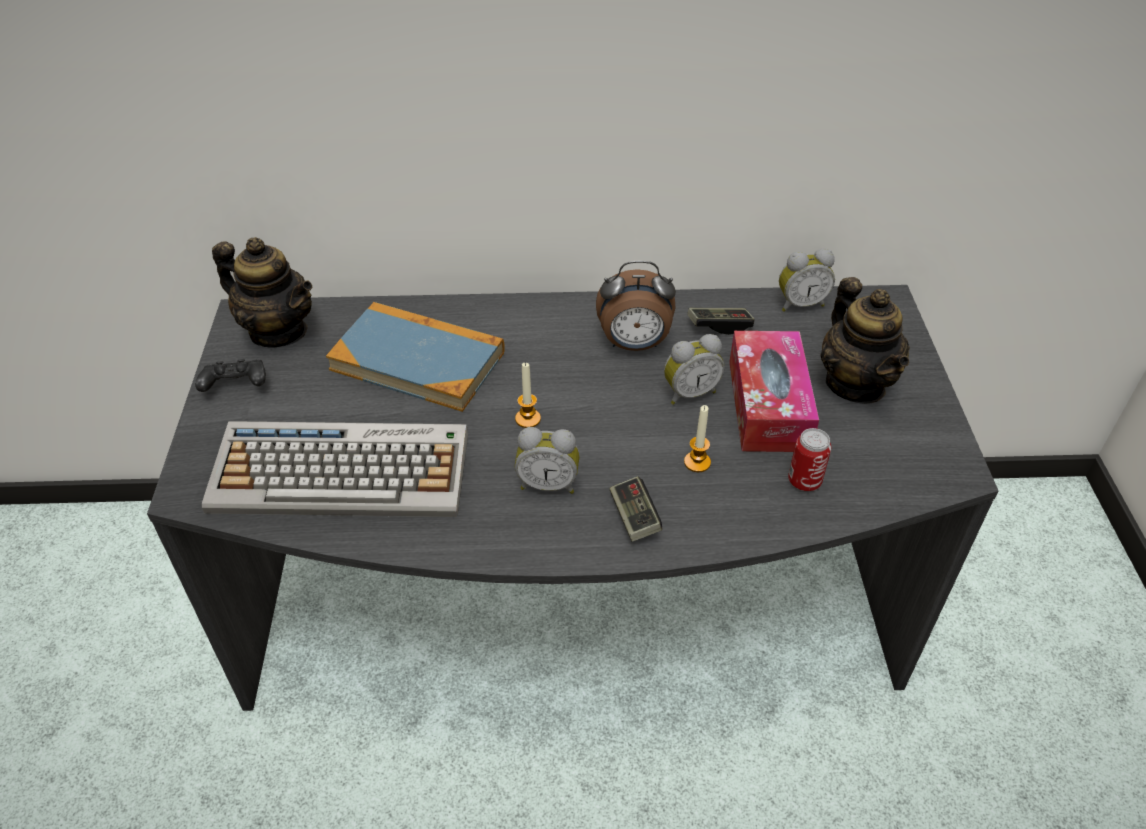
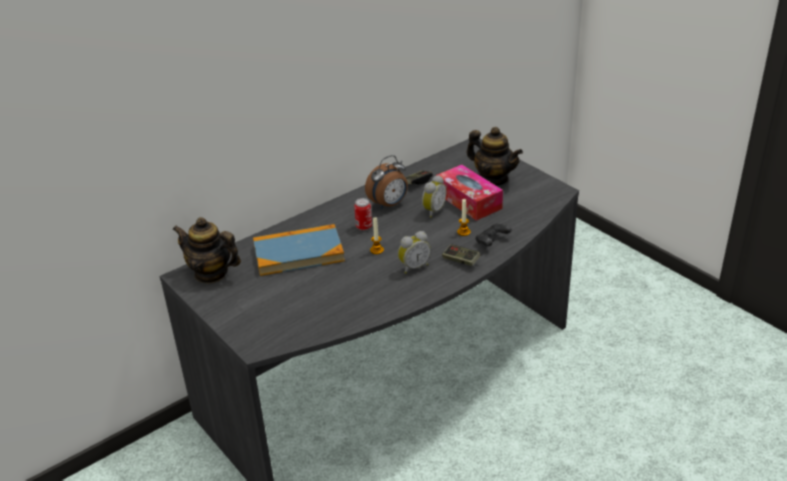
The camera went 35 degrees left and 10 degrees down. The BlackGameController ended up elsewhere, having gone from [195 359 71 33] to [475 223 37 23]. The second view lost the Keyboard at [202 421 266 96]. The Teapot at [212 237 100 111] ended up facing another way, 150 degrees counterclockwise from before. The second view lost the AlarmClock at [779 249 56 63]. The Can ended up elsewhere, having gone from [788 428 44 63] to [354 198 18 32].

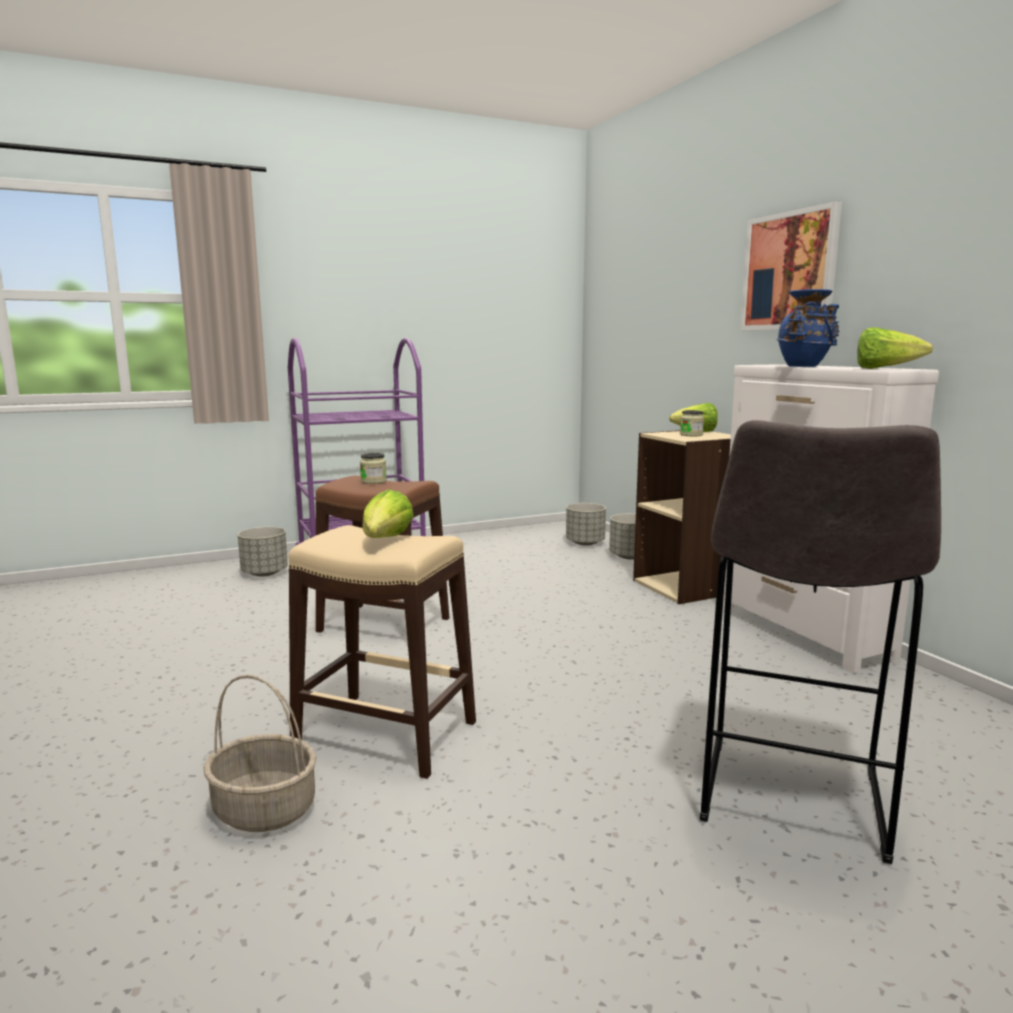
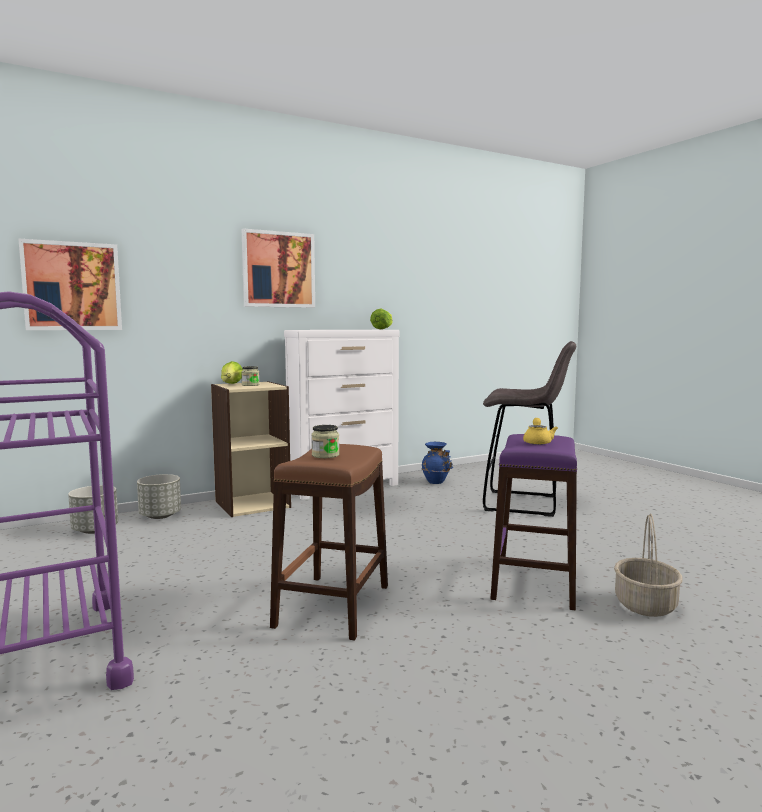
The camera went 95 degrees left and 5 degrees down. The second view lost the GreyPlanter at [238 527 50 49]. What was the BeigeStool at [288 525 188 254] turned into the PurpleStool at [491 434 86 176]. Where the Lettuce stood at [362 490 52 48], the YellowTeapot came to stand at [523 418 35 27]. The BlueVase ended up elsewhere, having gone from [777 289 62 78] to [422 442 32 42]. The second view gained the Picture at [18 238 104 92].

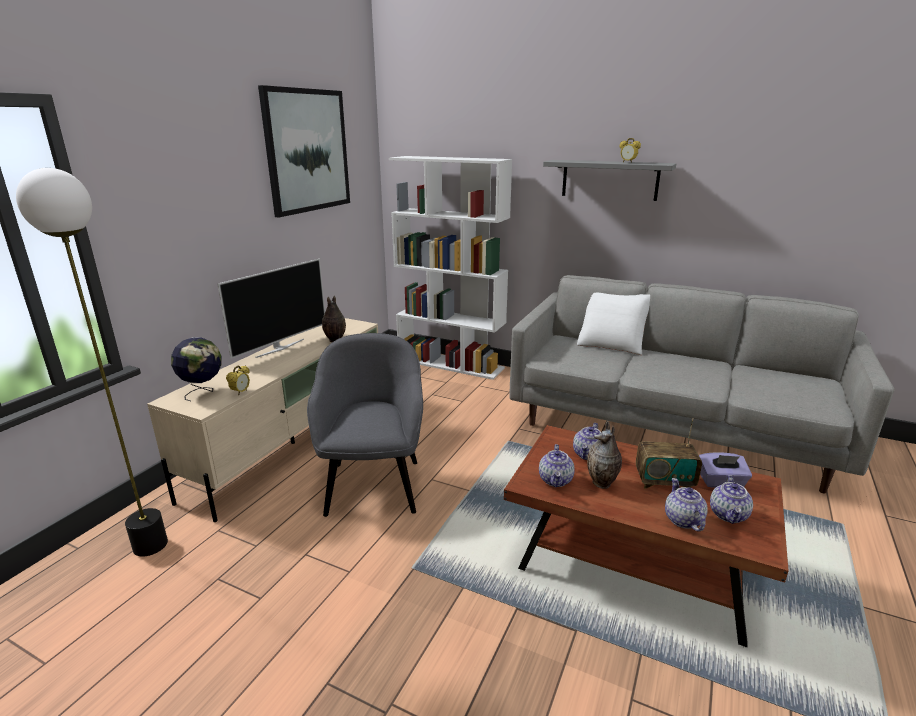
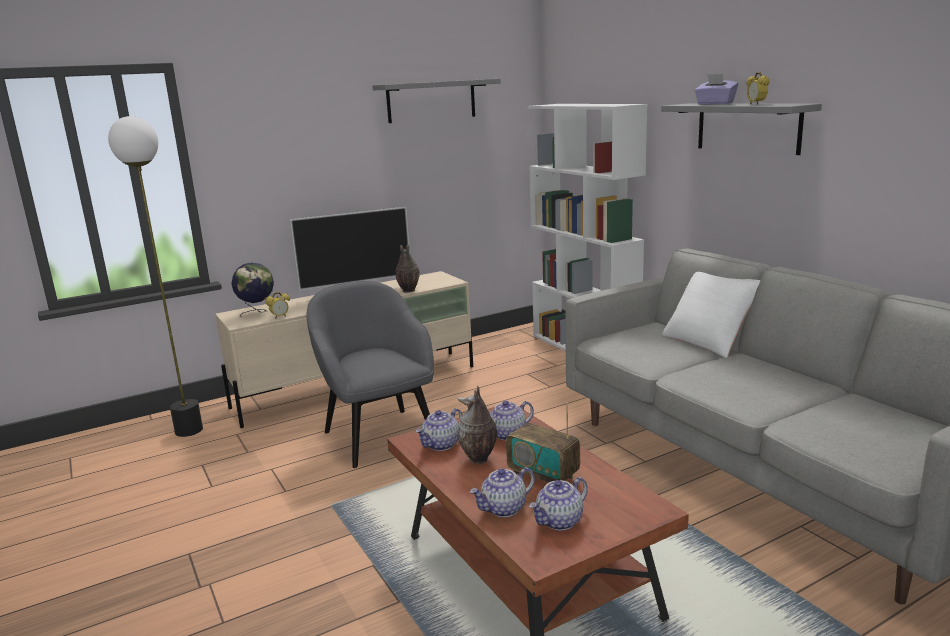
The camera went 35 degrees right and 5 degrees down. Where the Picture hung at [258 85 92 132], the GreyShelf came to hang at [372 79 129 44]. The GreyArmchair at [307 333 116 184] ended up facing another way, 60 degrees counterclockwise from before. The Teapot at [665 478 43 54] ended up facing another way, 150 degrees counterclockwise from before. The PurpleTissueBox ended up elsewhere, having gone from [699 452 53 36] to [695 74 43 31].

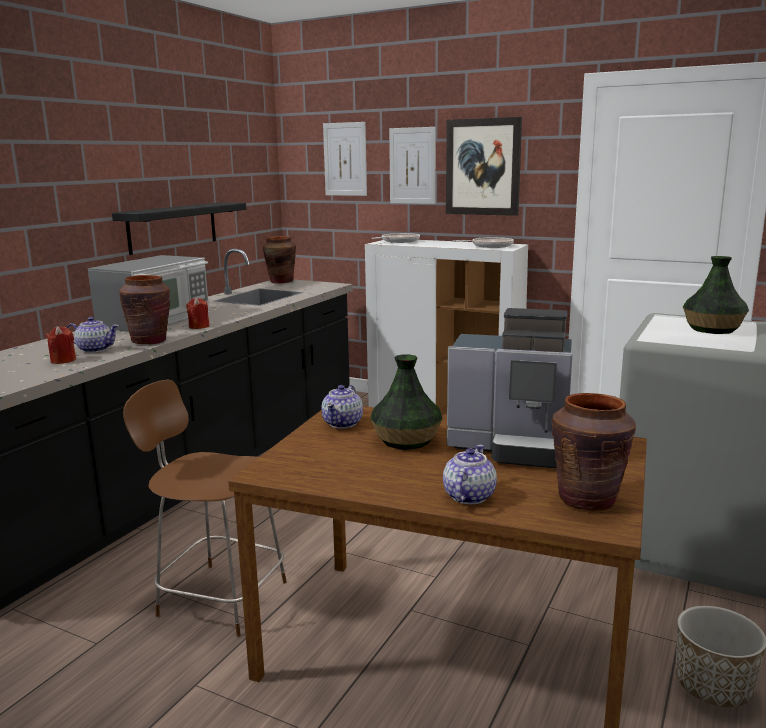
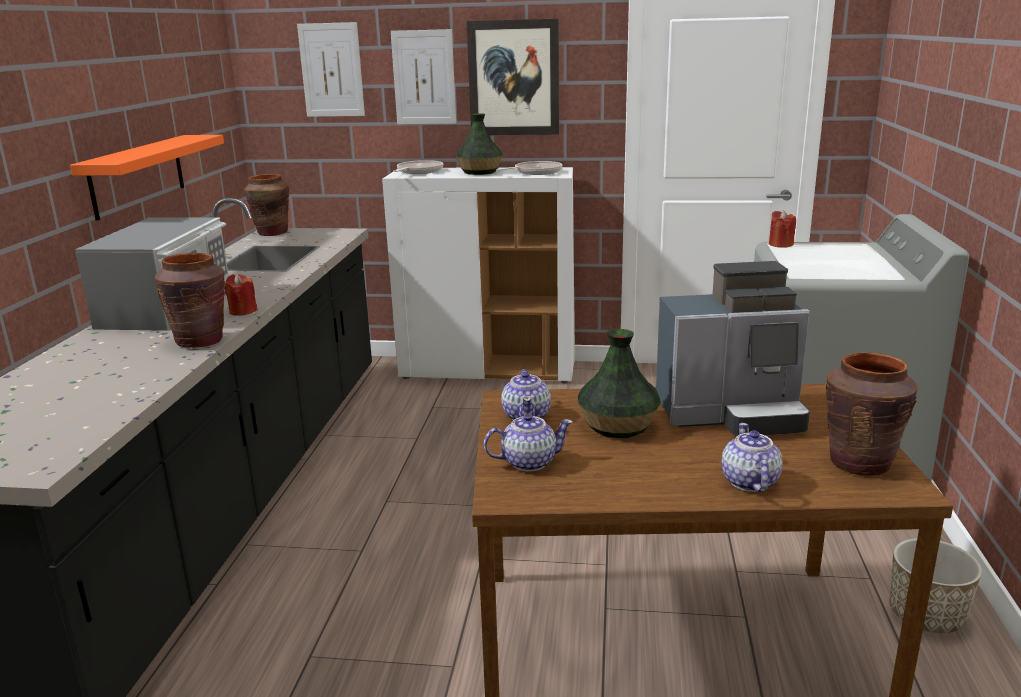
The camera went 20 degrees left and 5 degrees up. The RedCandle ended up elsewhere, having gone from [46 326 30 38] to [769 210 27 37]. The Teapot ended up elsewhere, having gone from [67 317 52 36] to [484 414 89 57]. What was the BlackShelf at [112 202 134 53] turned into the OrangeShelf at [70 135 154 85]. The second view lost the BrownChair at [123 380 164 257]. The Vase ended up elsewhere, having gone from [683 256 66 78] to [456 113 47 62].

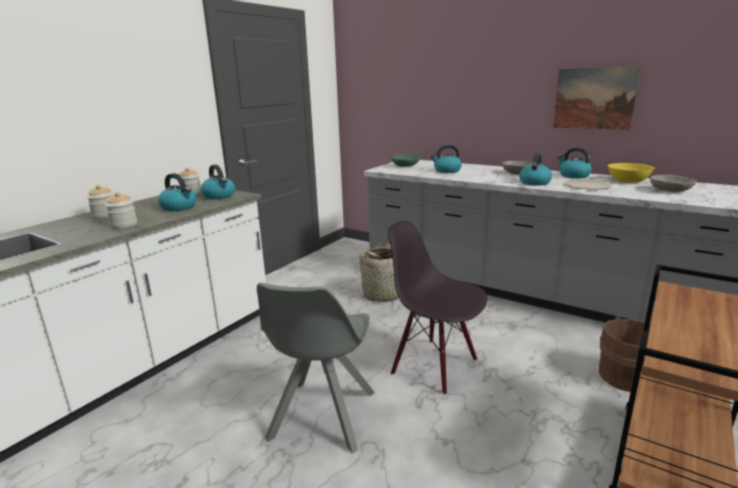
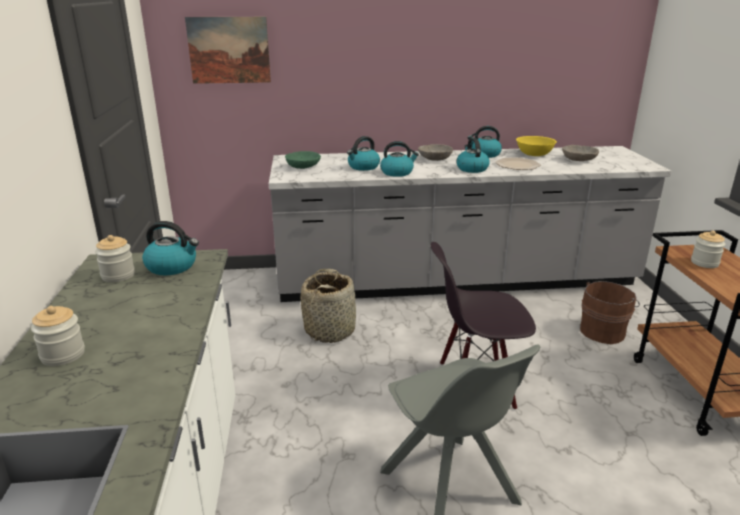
The camera went 40 degrees left and 5 degrees up. The Jar ended up elsewhere, having gone from [105 192 32 37] to [691 231 34 37]. The Kettle ended up elsewhere, having gone from [158 173 39 38] to [380 141 39 36]. The Picture ended up elsewhere, having gone from [553 67 88 63] to [185 17 86 67].

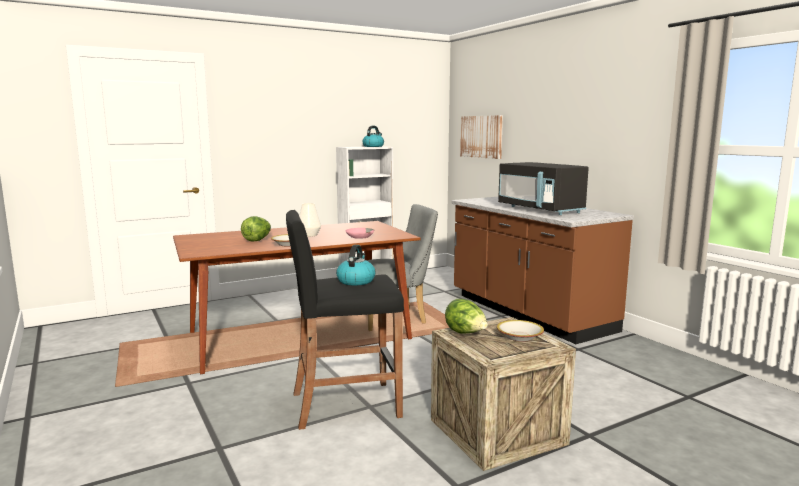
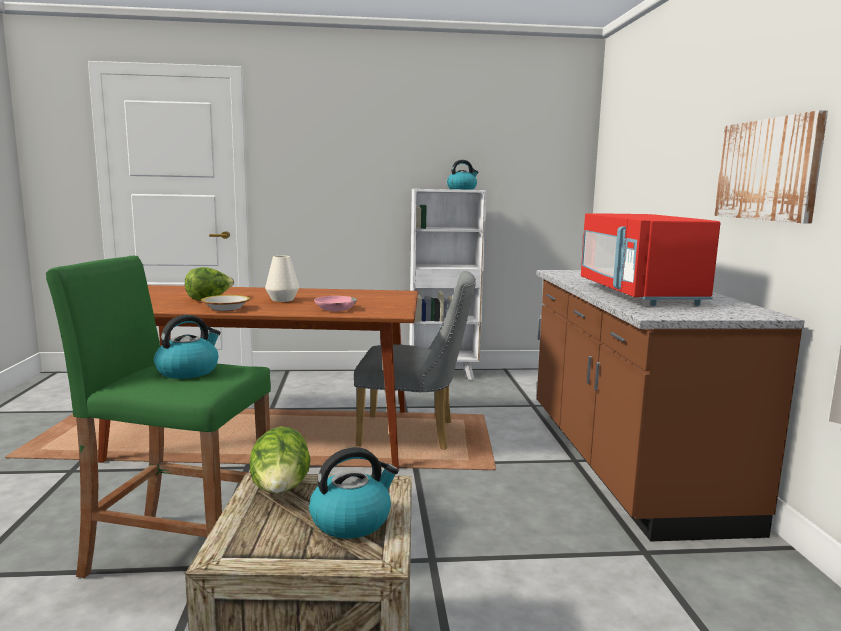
The camera went 25 degrees right and 0 degrees up. What was the BlackStool at [286 210 118 220] turned into the GreenStool at [46 256 225 322]. The Picture ended up elsewhere, having gone from [460 115 43 44] to [714 110 114 114]. Where the Bowl stood at [497 320 47 22], the Kettle came to stand at [309 447 90 92]. What was the BlackMicrowave at [498 162 91 53] turned into the RedMicrowave at [581 213 139 93].

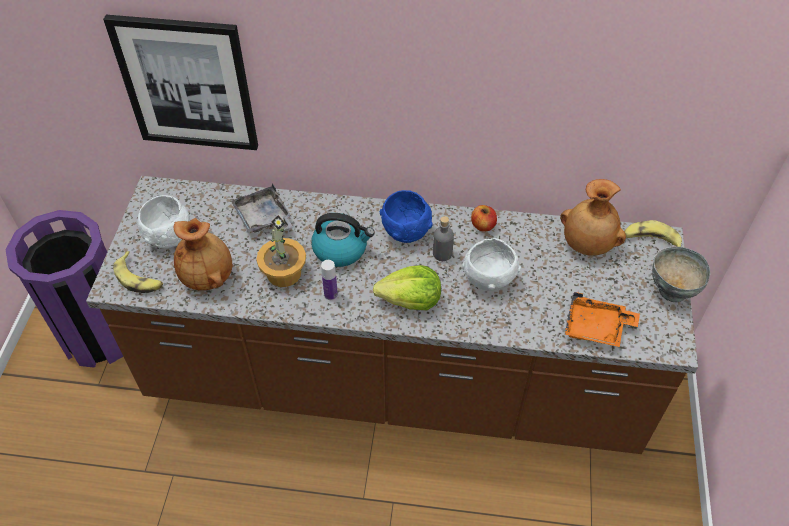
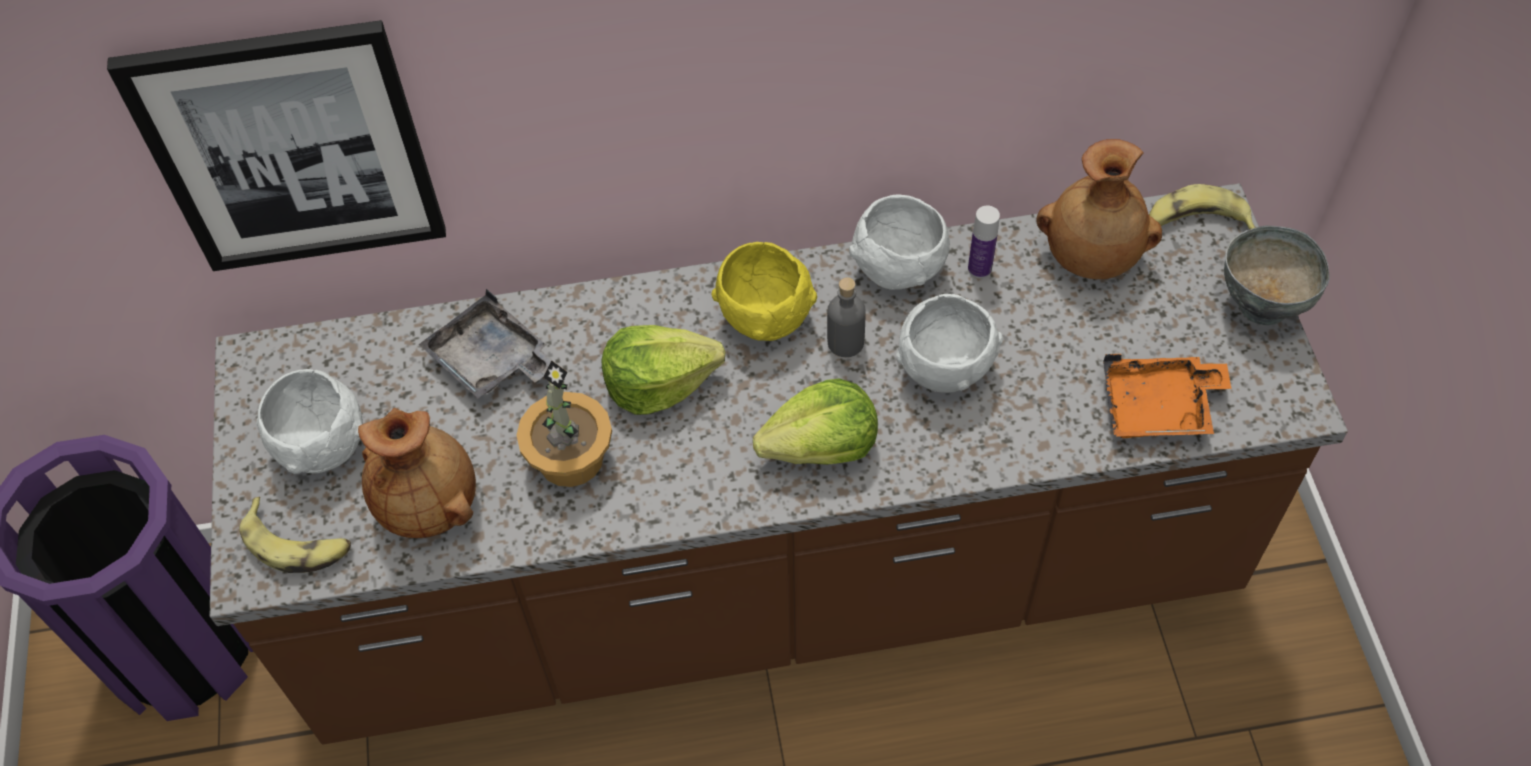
The camera went 15 degrees left and 5 degrees up. Where the Kettle stood at [311 213 64 54], the Lettuce came to stand at [602 325 123 90]. The Bottle ended up elsewhere, having gone from [321 260 17 40] to [968 206 32 73]. What was the BlueBowl at [380 190 52 53] turned into the YellowBowl at [712 242 105 99]. Where the Apple stood at [471 205 26 27], the WhiteBowl came to stand at [849 194 101 96].

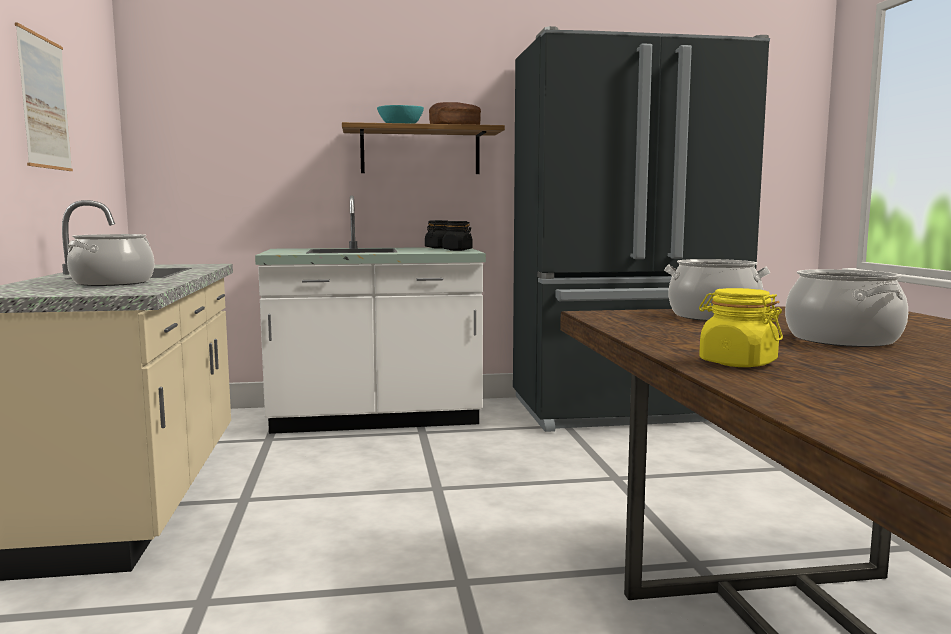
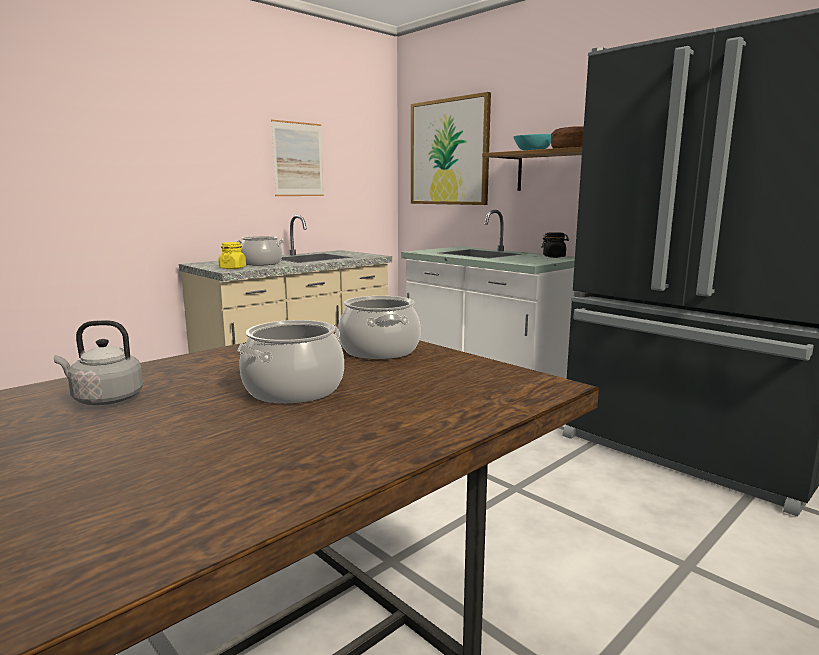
The camera went 55 degrees right and 5 degrees up. The second view lost the BlackJar at [442 221 31 30]. The YellowJar ended up elsewhere, having gone from [699 288 84 79] to [218 242 28 27]. The second view gained the GreyKettle at [54 320 89 85]. The second view gained the Picture at [411 92 80 113].

